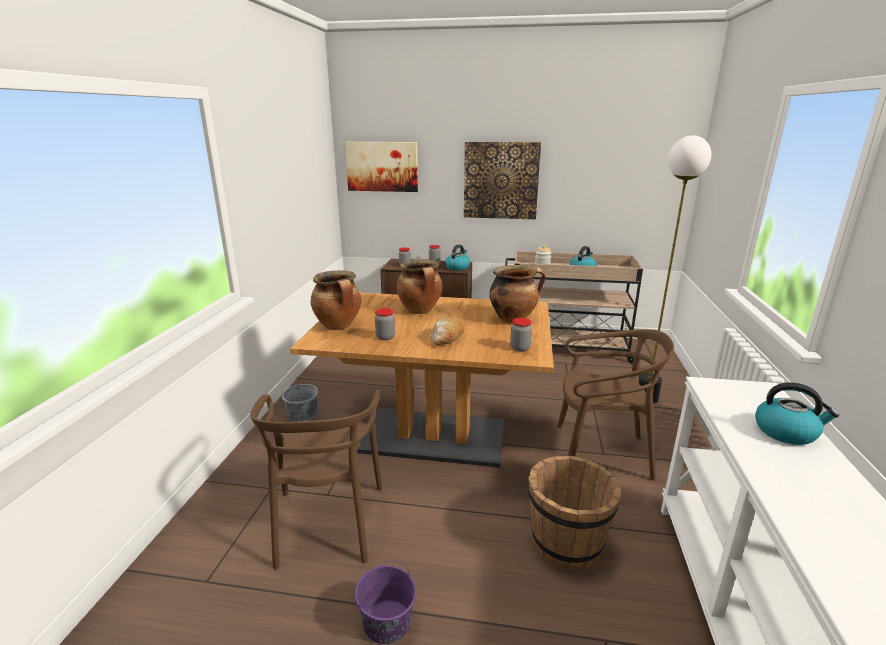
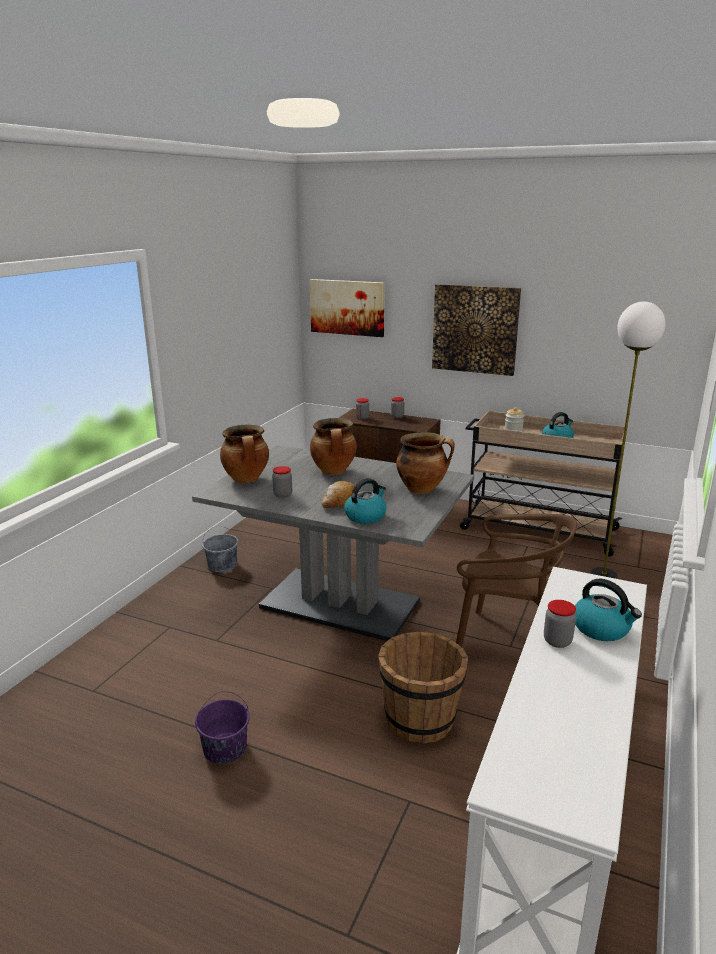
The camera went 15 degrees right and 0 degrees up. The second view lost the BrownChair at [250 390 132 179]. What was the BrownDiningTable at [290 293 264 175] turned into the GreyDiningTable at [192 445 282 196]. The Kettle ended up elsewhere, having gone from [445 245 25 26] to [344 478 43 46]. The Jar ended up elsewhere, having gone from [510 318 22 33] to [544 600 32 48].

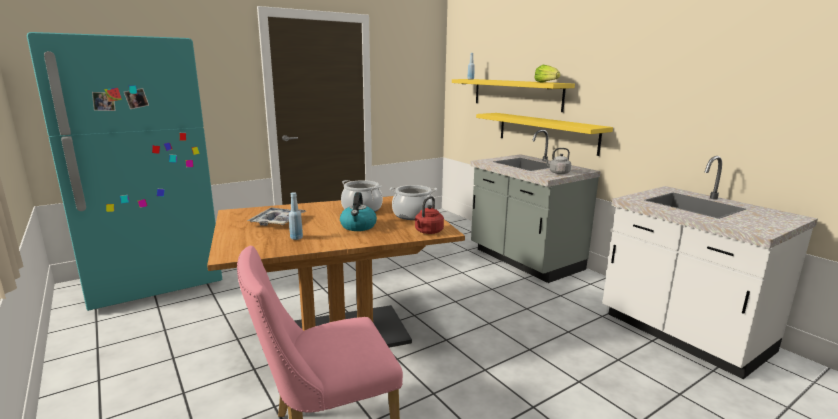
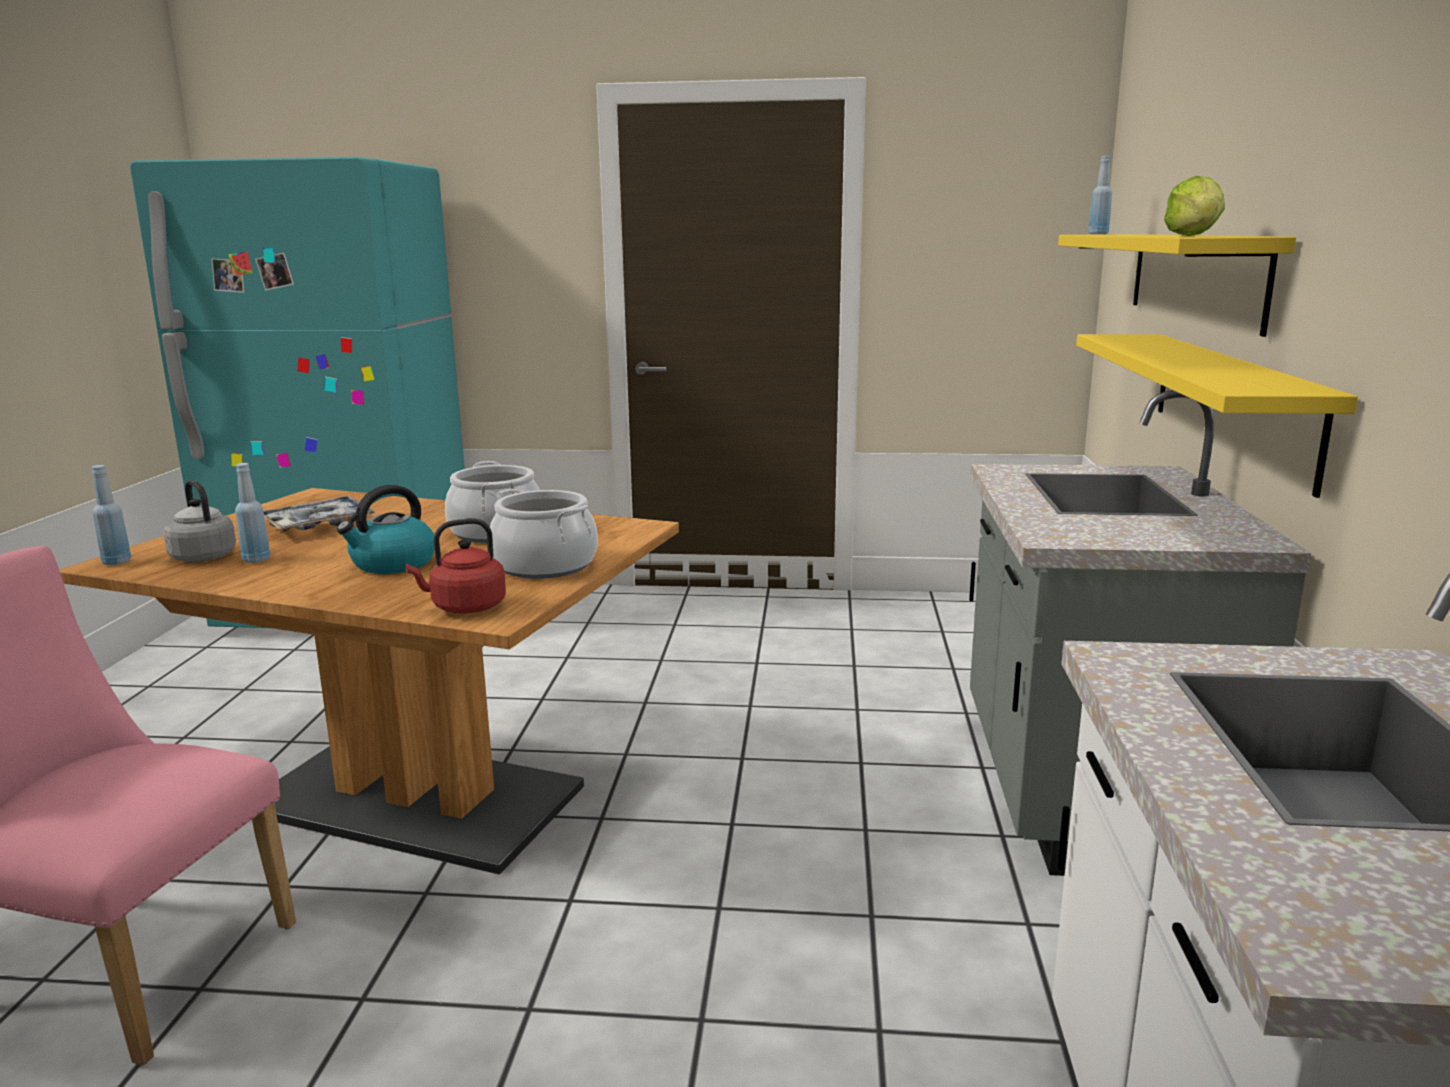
The camera went 40 degrees right and 0 degrees up. The GreyKettle ended up elsewhere, having gone from [544 148 27 26] to [163 480 73 82]. The second view gained the BlueBottle at [92 465 39 100].

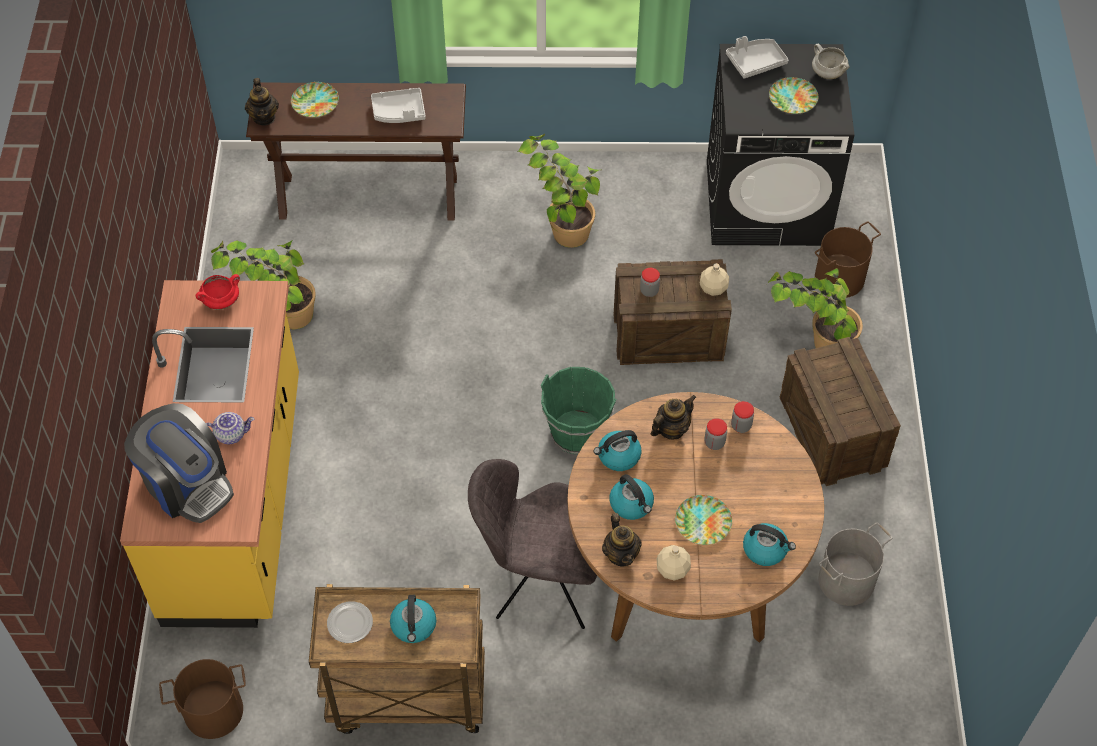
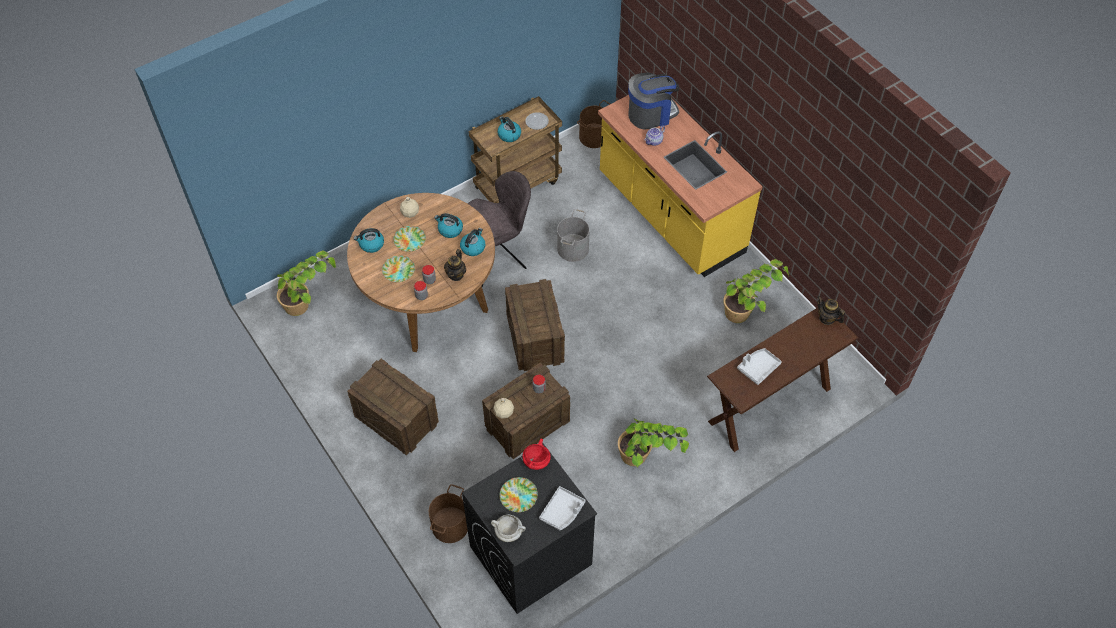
The camera went 145 degrees right and 0 degrees up. The CoffeeMachine at [124 403 110 120] ended up facing another way, 150 degrees clockwise from before. The RedCookingPot ended up elsewhere, having gone from [196 274 44 36] to [522 439 29 31]. The Plate ended up elsewhere, having gone from [291 82 48 36] to [382 255 33 27]. Where the GreenBucket stood at [541 367 75 87], the Crate came to stand at [505 279 60 92]. The second view lost the Teapot at [602 513 40 54]. The PottedPlant ended up elsewhere, having gone from [766 268 97 80] to [277 250 59 66]. The GreyBucket ended up elsewhere, having gone from [819 522 73 84] to [557 209 33 53].

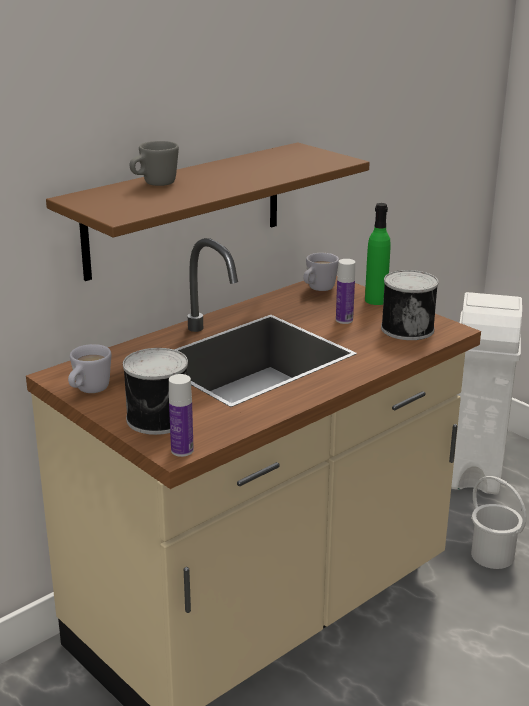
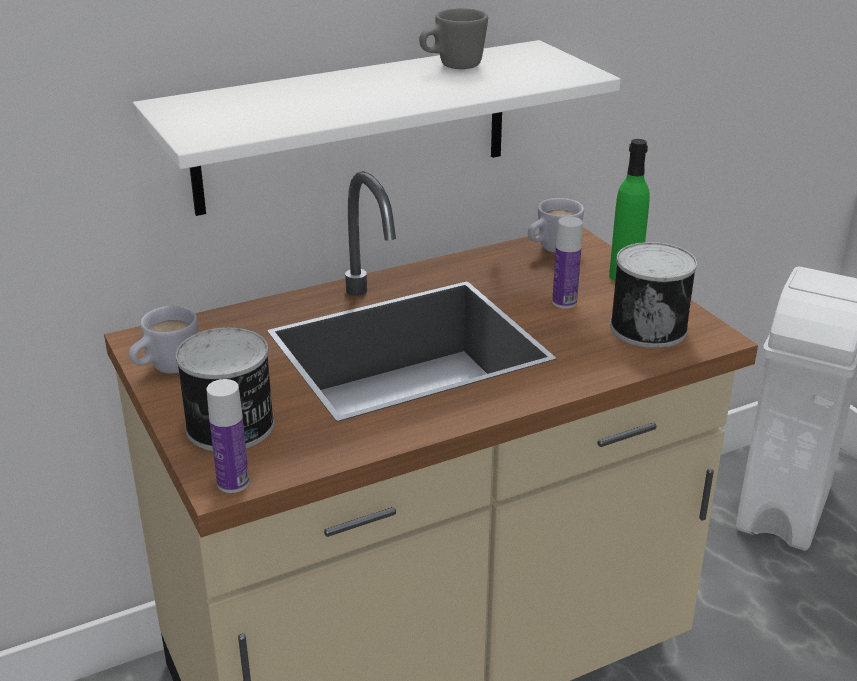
The camera went 15 degrees right and 5 degrees up. What was the BrownShelf at [46 143 324 138] turned into the WhiteShelf at [133 40 488 176]. The GreyMug ended up elsewhere, having gone from [129 141 50 45] to [419 8 69 61]. The second view lost the WhiteBucket at [471 476 56 93].

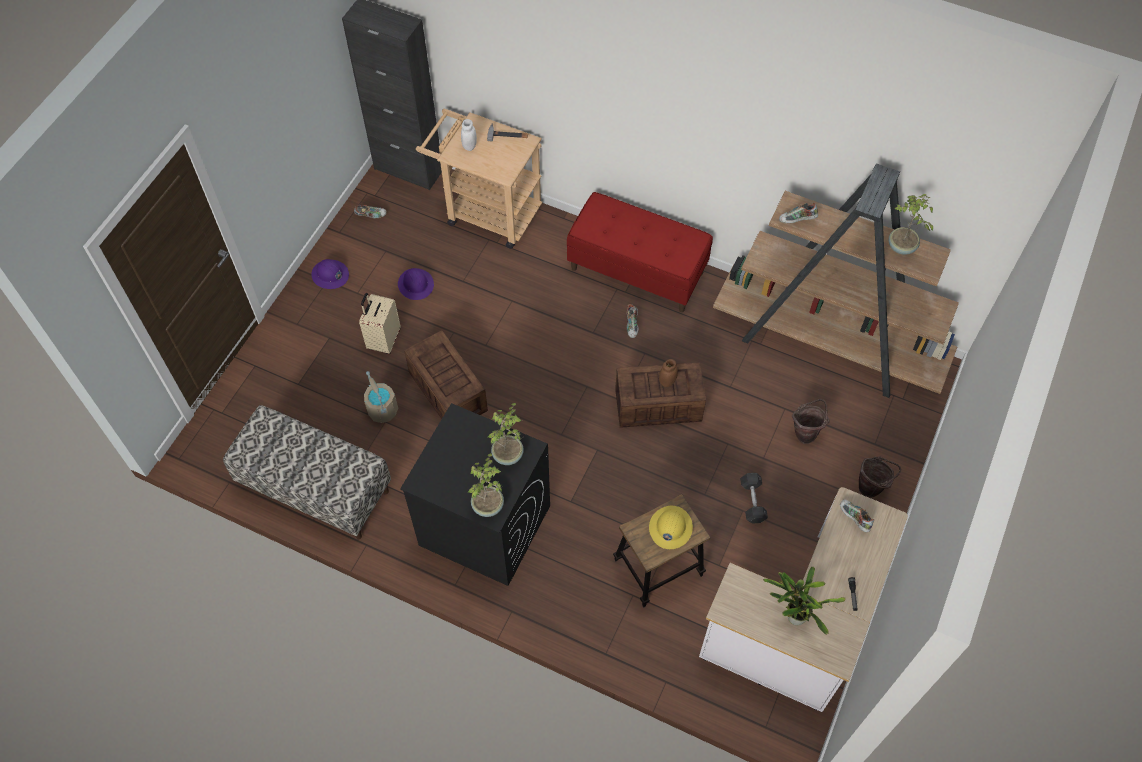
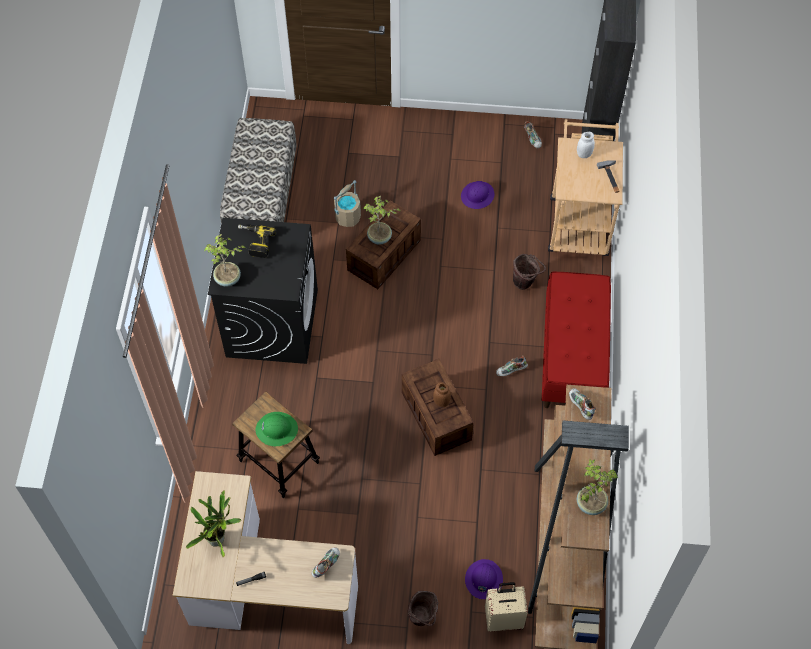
The camera went 70 degrees right and 0 degrees up. The PurpleHardHat ended up elsewhere, having gone from [312 259 37 30] to [465 559 38 40]. The BeigeSuitcase ended up elsewhere, having gone from [359 293 41 61] to [485 582 43 50]. The PottedPlant ended up elsewhere, having gone from [488 403 36 62] to [363 196 37 49]. What was the YellowHardHat at [649 506 44 43] turned into the GreenHardHat at [255 412 43 34]. The second view lost the GreyDumbbell at [740 473 28 51]. The BrownBucket ended up elsewhere, having gone from [792 399 38 45] to [513 254 33 36]. The second view gained the PowerDrill at [238 225 38 33].

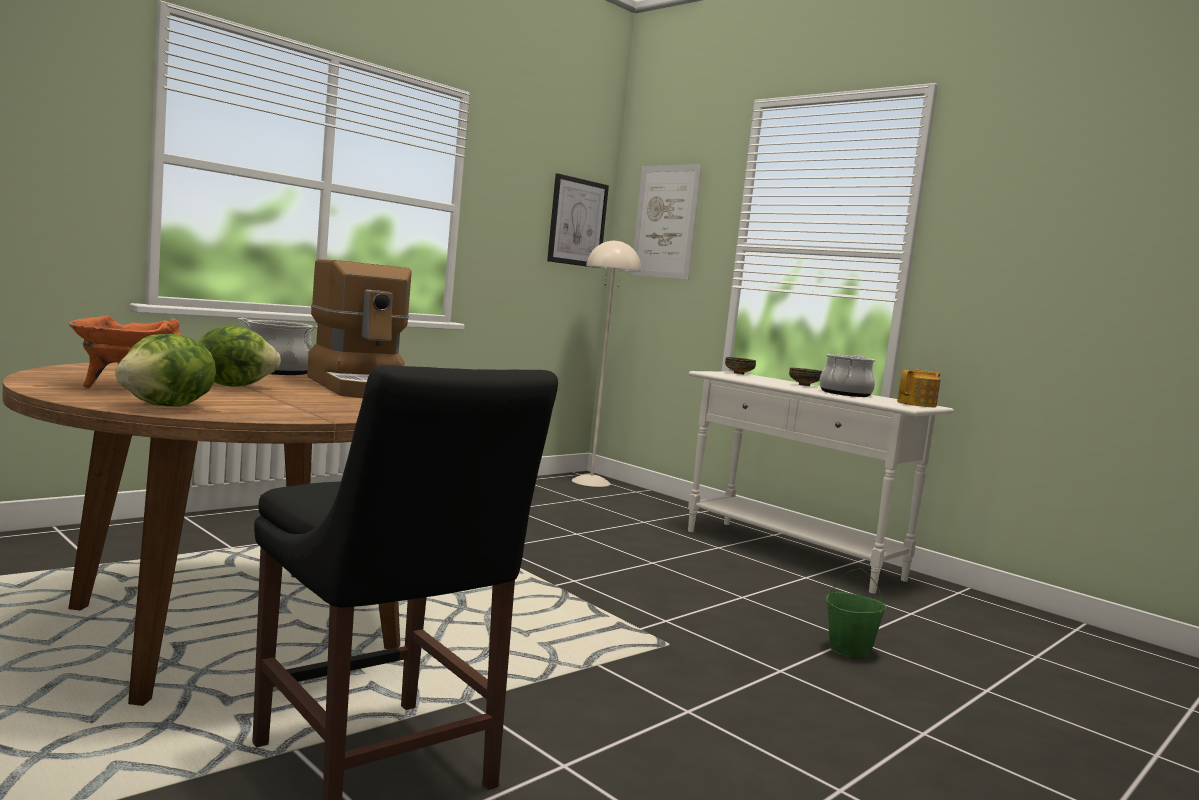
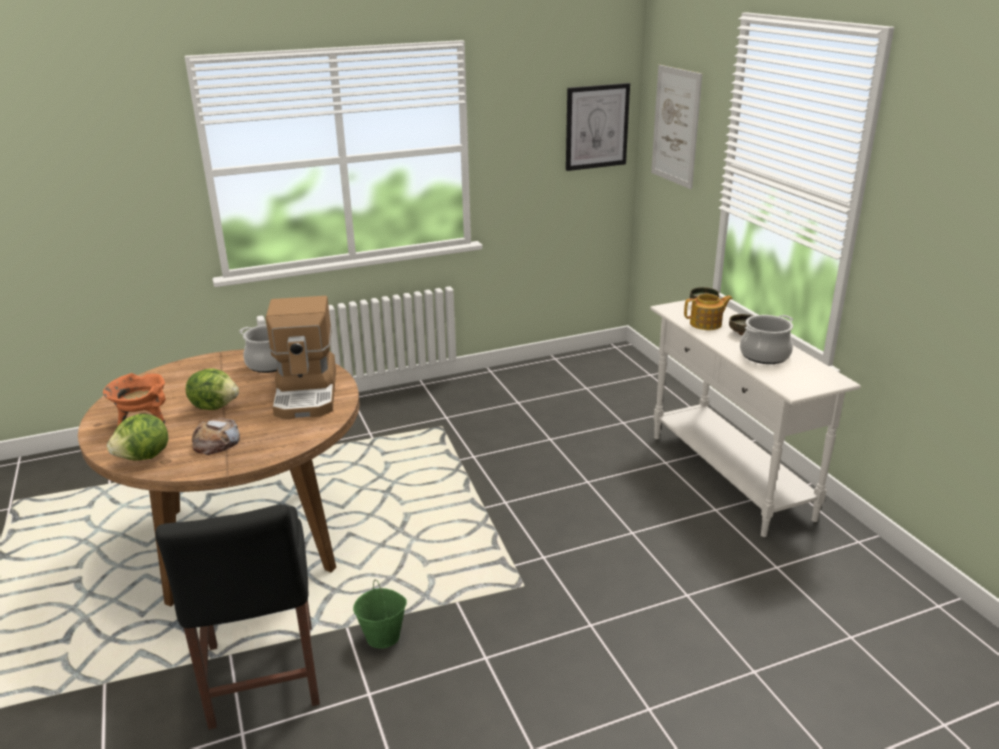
The camera went 25 degrees right and 20 degrees up. The second view lost the BeigeFloorLamp at [572 239 69 248]. The GreenBucket ended up elsewhere, having gone from [826 568 60 90] to [353 580 54 69]. The Teapot ended up elsewhere, having gone from [897 369 44 38] to [684 294 49 36]. The second view gained the Bread at [192 418 48 37].

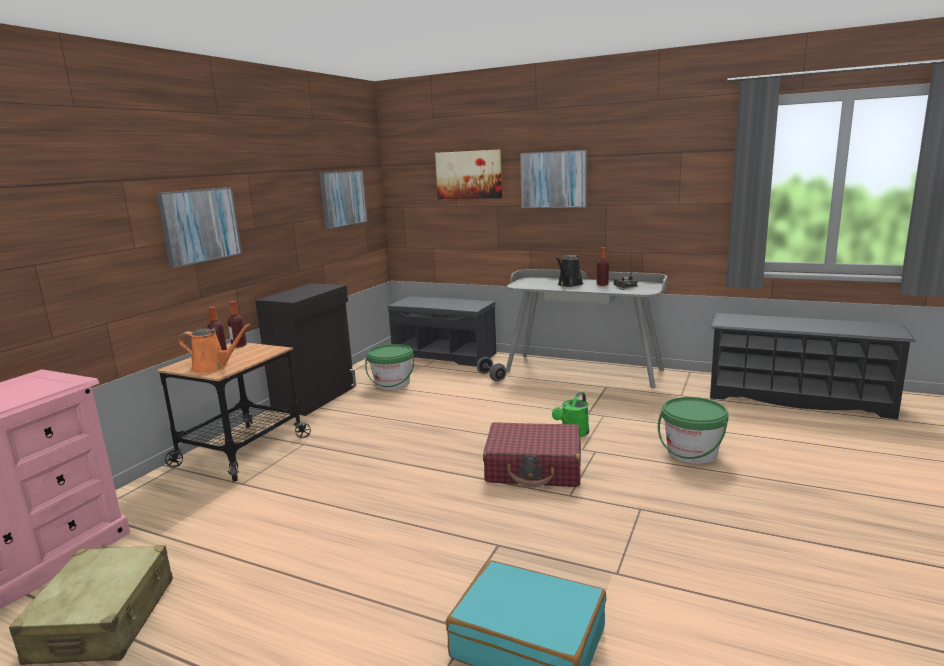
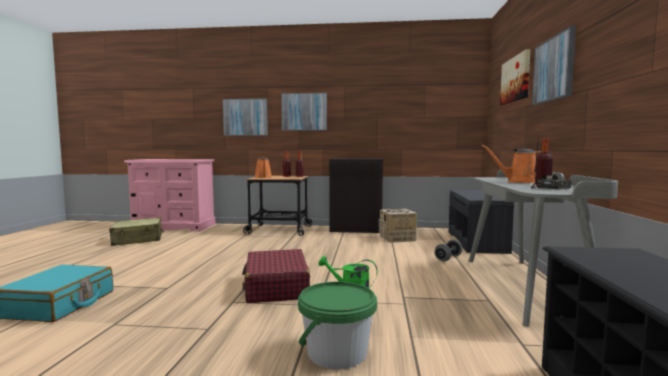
The camera went 70 degrees right and 10 degrees down. The Picture ended up elsewhere, having gone from [319 170 49 59] to [223 99 45 37]. Where the GreenBucket stood at [365 344 49 46], the CardboardBox came to stand at [380 209 37 34]. What was the BlackWateringCan at [556 255 27 32] turned into the OrangeWateringCan at [482 145 60 38].

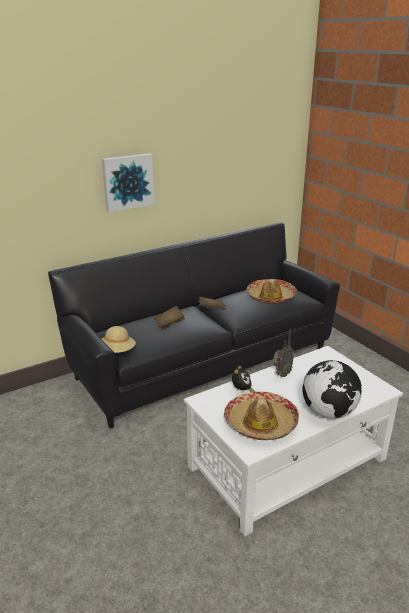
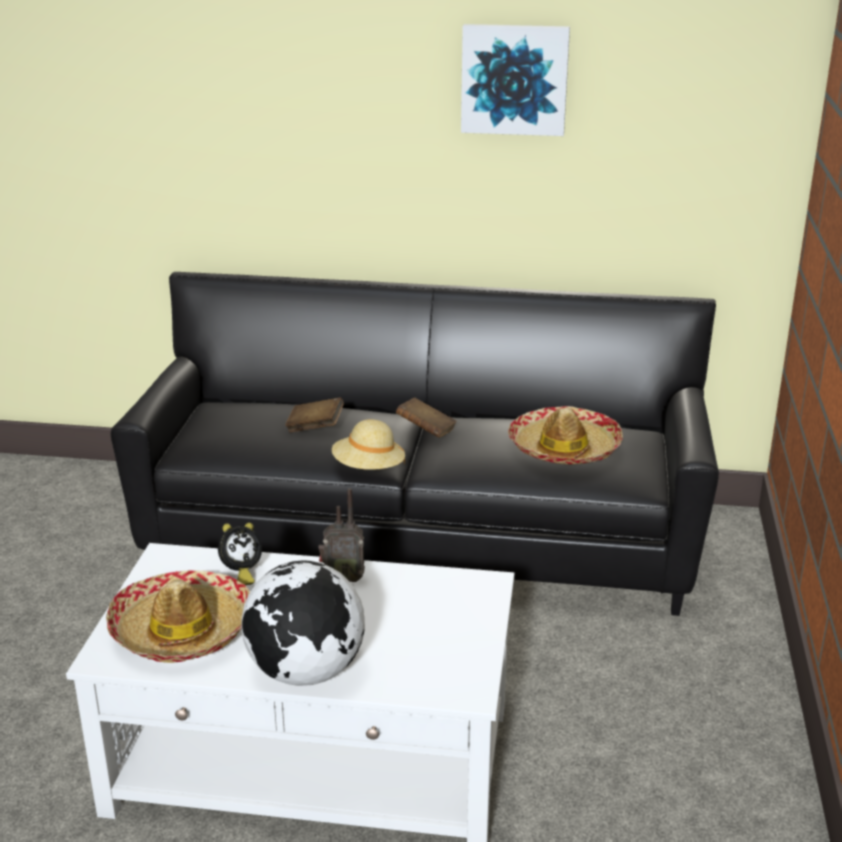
The camera went 40 degrees right and 0 degrees up. The BeigeHat ended up elsewhere, having gone from [101 326 35 27] to [332 419 73 51]. The Picture ended up elsewhere, having gone from [102 153 53 59] to [461 24 109 112].

